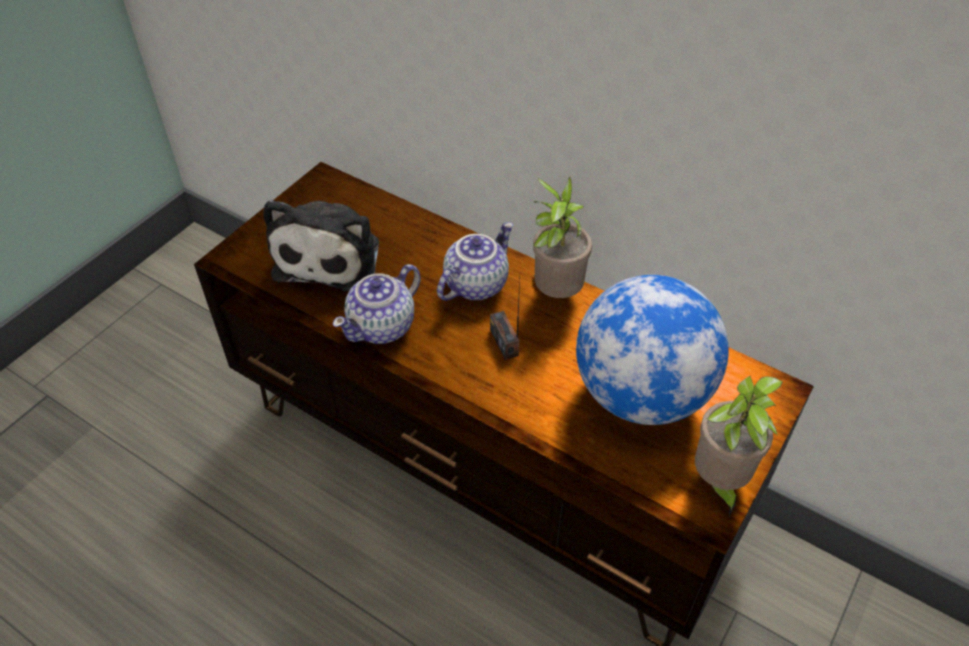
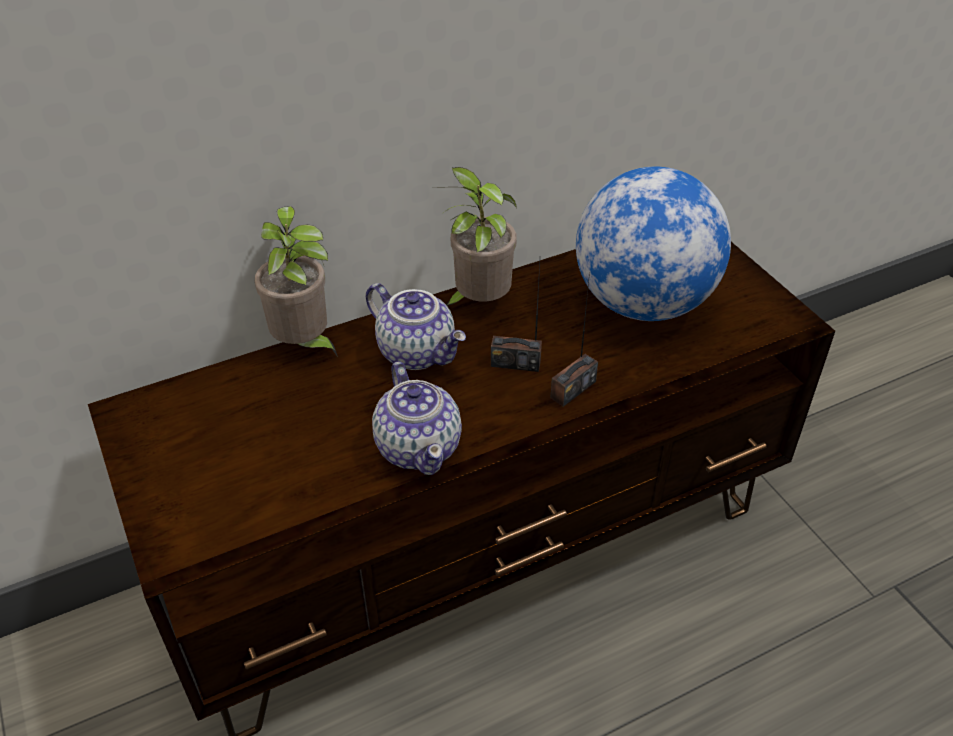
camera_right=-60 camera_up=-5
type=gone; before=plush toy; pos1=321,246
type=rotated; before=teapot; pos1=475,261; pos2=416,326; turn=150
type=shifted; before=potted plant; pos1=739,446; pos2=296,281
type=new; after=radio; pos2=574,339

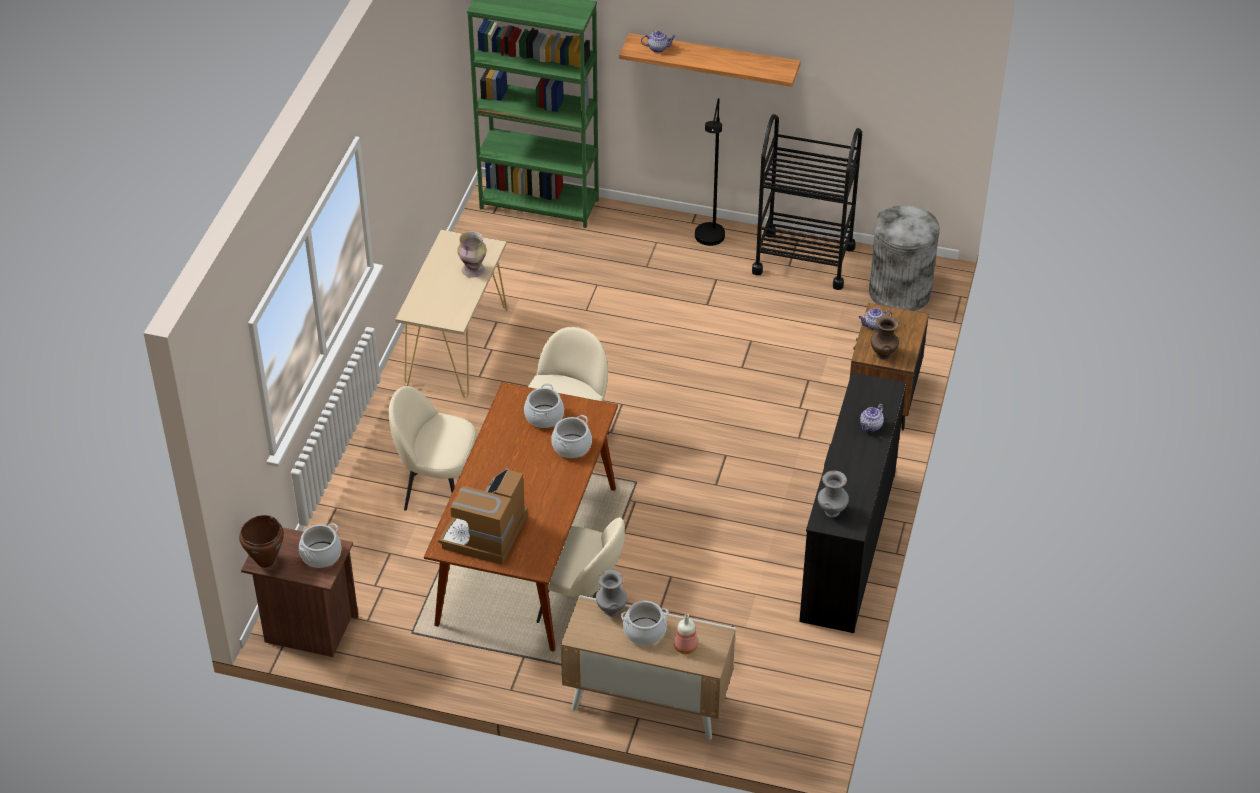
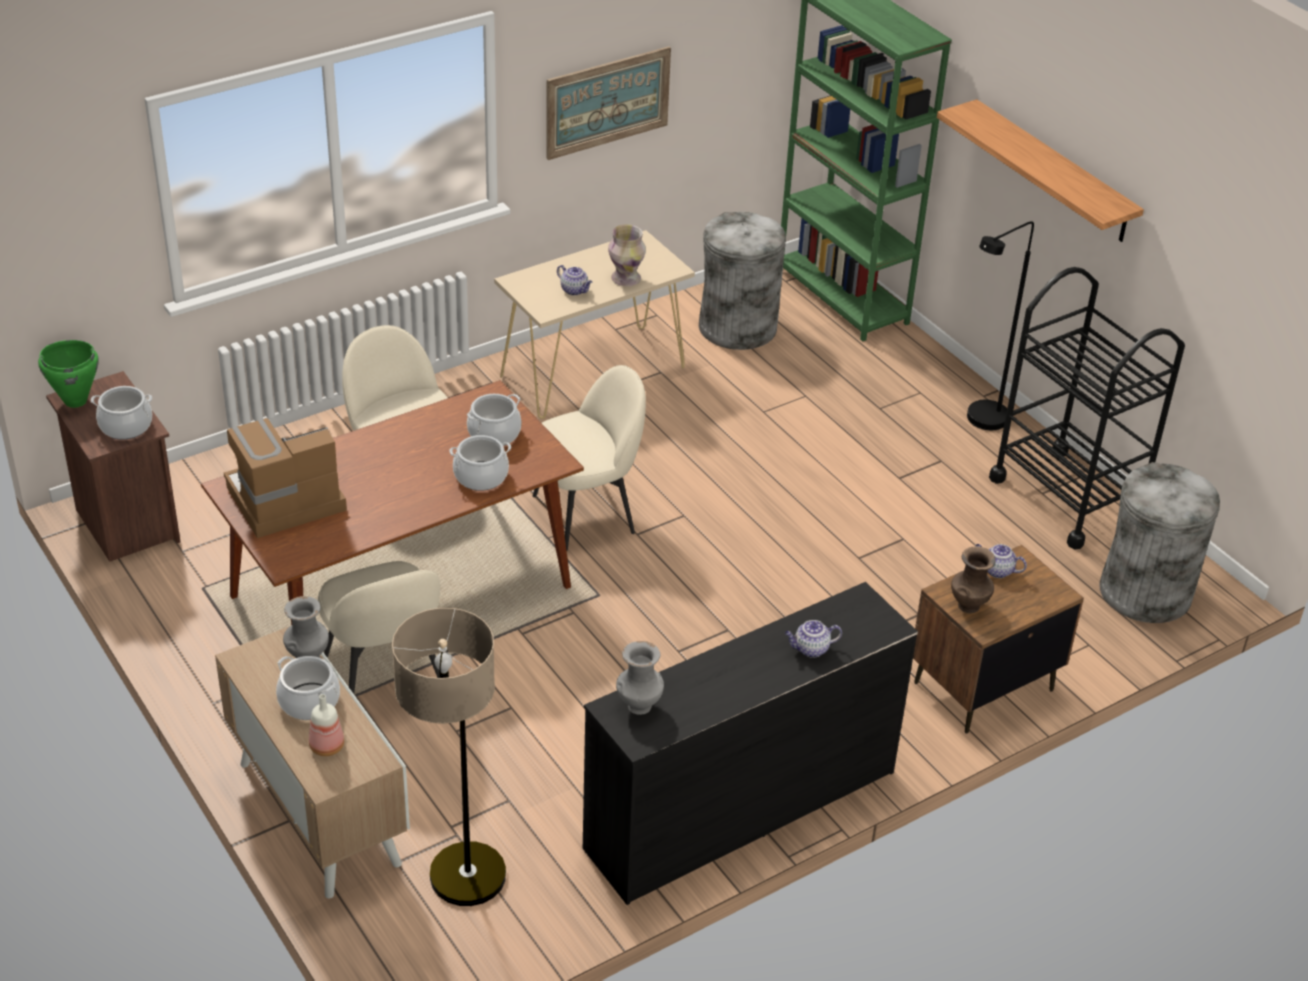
camera_right=40 camera_up=-5
type=shifted; before=teapot; pos1=658,42; pos2=574,280
type=repainted; before=cooking pot/brown; after=cooking pot/green; pos1=261,541; pos2=68,374
type=new; after=picture; pos2=608,103
type=new; after=trash can/grey; pos2=742,281
type=new; after=floor lamp; pos2=449,757

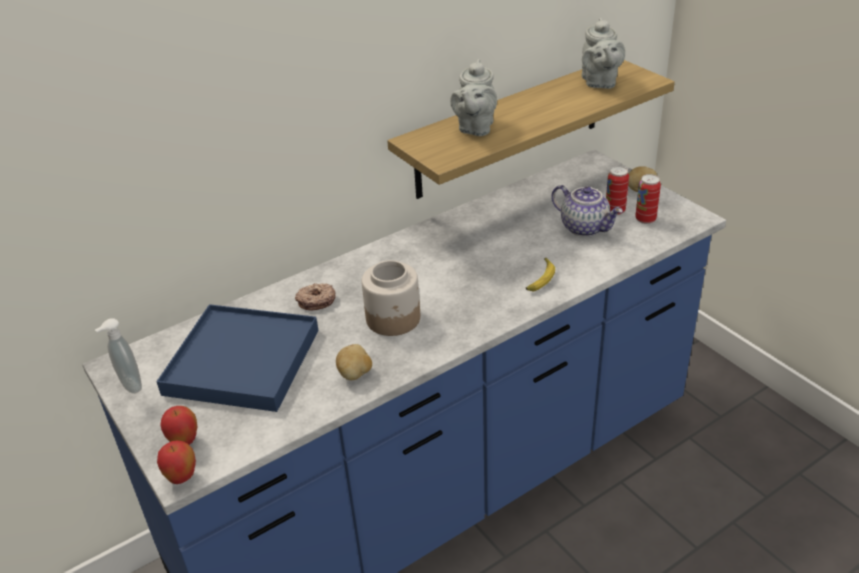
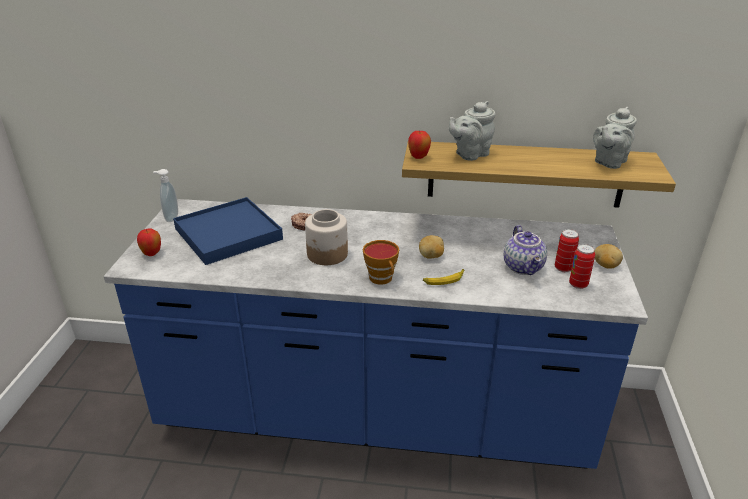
camera_right=40 camera_up=-5
type=shifted; before=potato; pos1=354,362; pos2=431,247
type=shifted; before=apple; pos1=176,462; pos2=419,144
type=new; after=cup; pos2=381,262

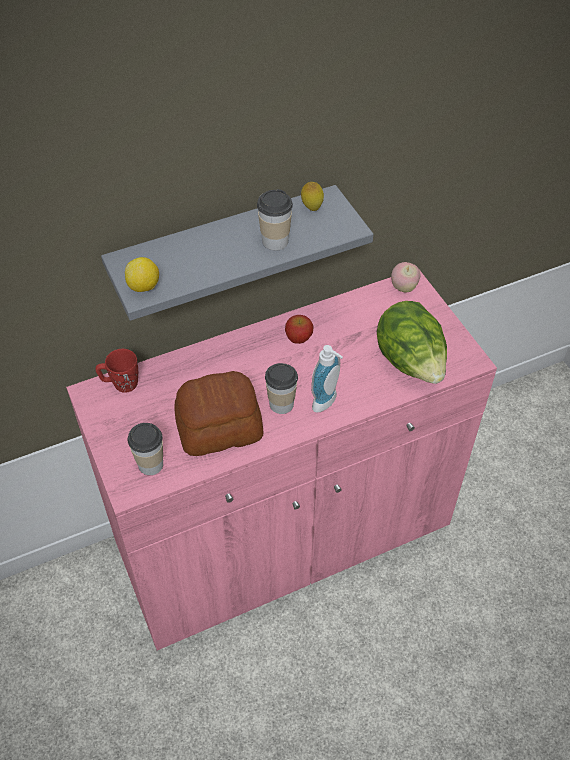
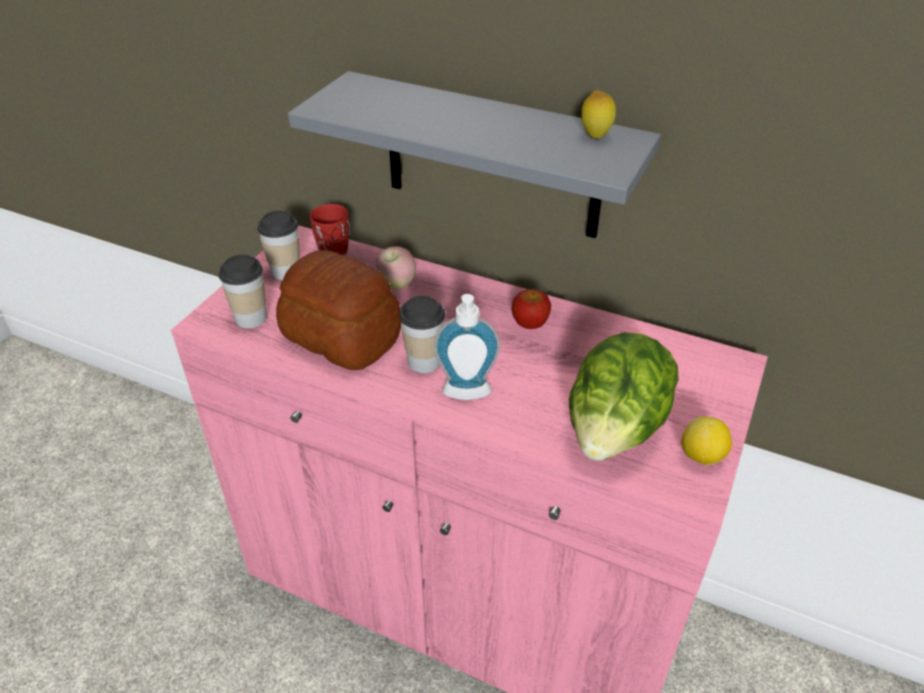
camera_right=50 camera_up=-10
type=shifted; before=cup; pos1=275,220; pos2=278,245
type=shifted; before=lemon; pos1=142,274; pos2=706,440
type=shifted; before=apple; pos1=406,277; pos2=396,268

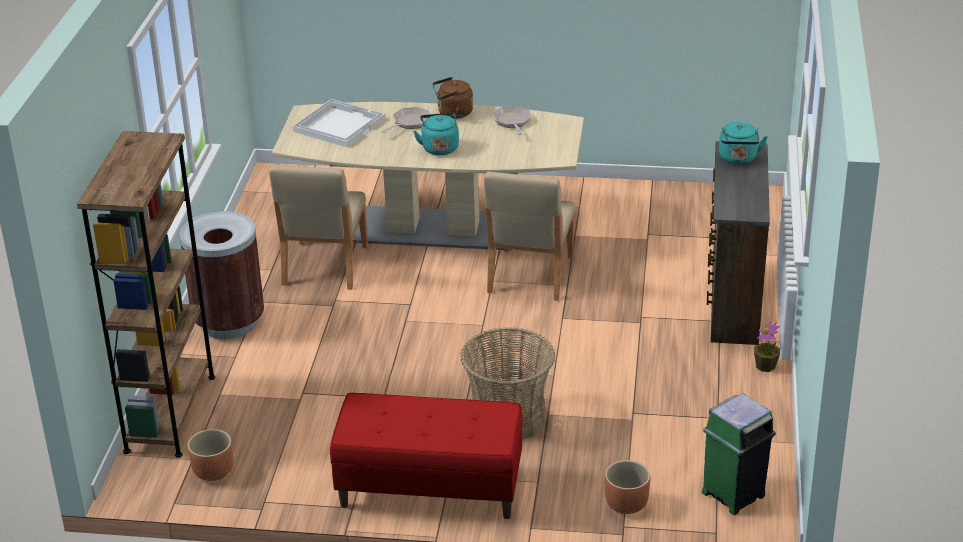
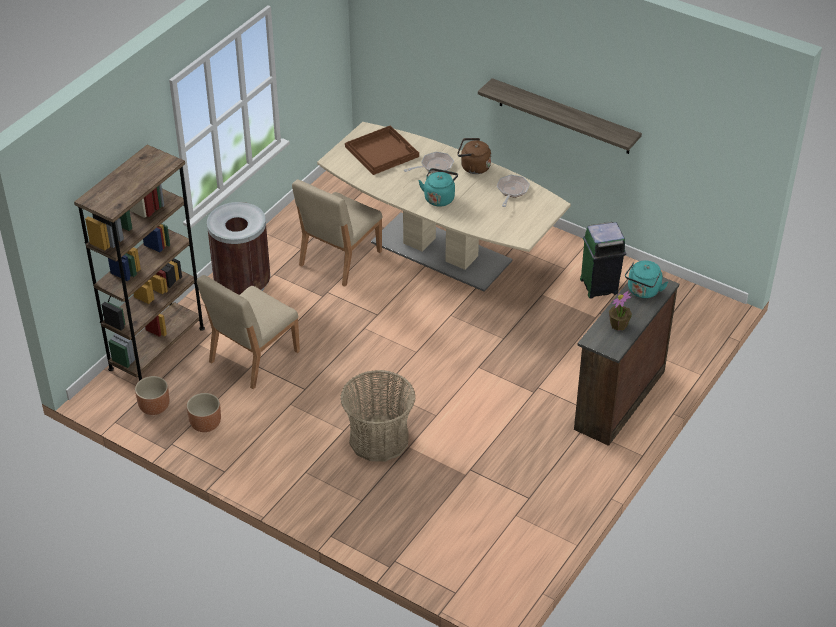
camera_right=25 camera_up=10
type=repainted; before=tray/white; after=tray/brown; pos1=339,123; pos2=382,150
type=shifted; before=chair/beige; pos1=529,236; pos2=248,332
type=shifted; before=potted plant; pos1=767,347; pos2=620,310
type=gone; before=bench/red; pos1=426,456
type=shifted; before=trash can/green; pos1=738,454; pos2=603,260
type=shifted; before=planter/brown; pos1=627,487; pos2=204,412
type=new; after=shelf; pos2=560,116

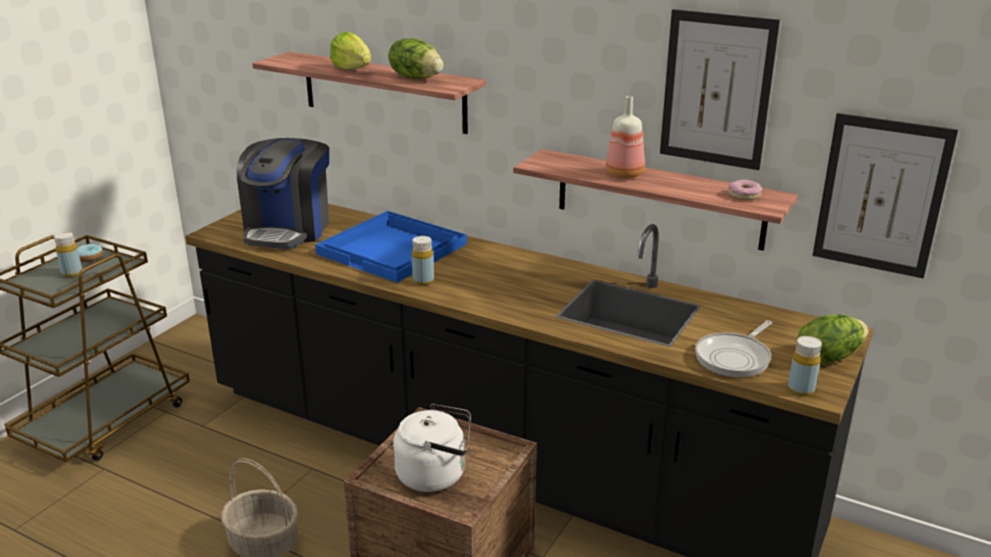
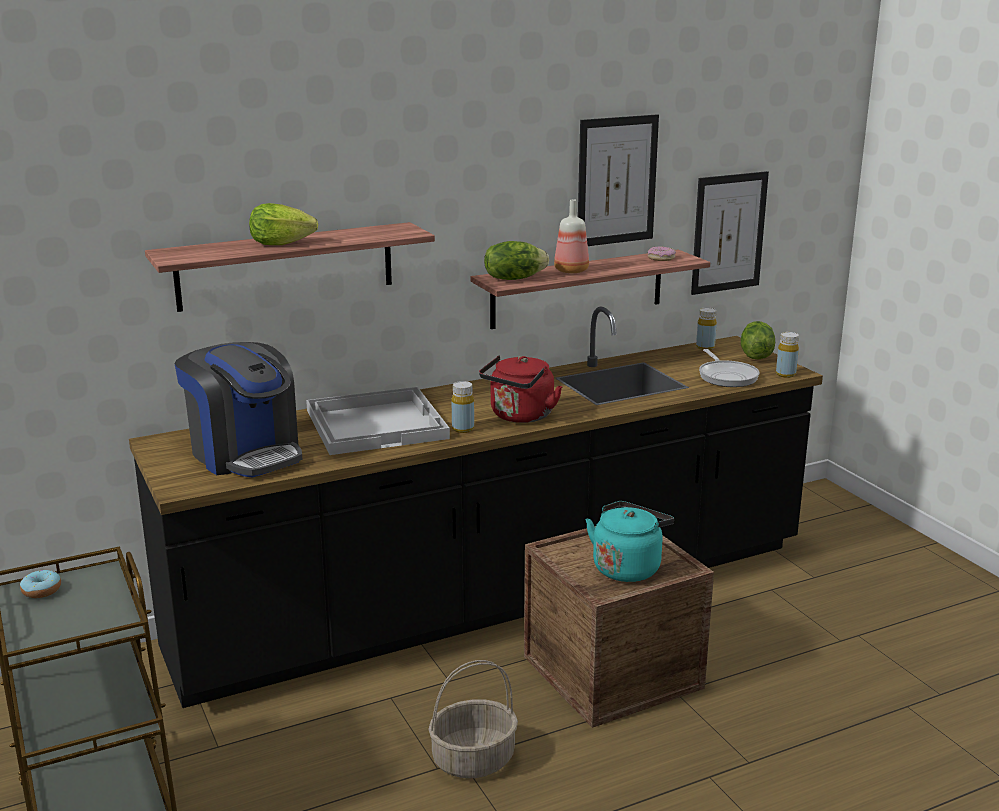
camera_right=-55 camera_up=-5
type=shifted; before=lettuce; pos1=415,58; pos2=516,260
type=repainted; before=tray/blue; after=tray/white; pos1=391,247; pos2=378,421
type=shifted; before=bottle/yellow; pos1=68,254; pos2=706,328
type=repainted; before=kettle/white; after=kettle/turquoise; pos1=432,448; pos2=630,541
type=new; after=kettle/red; pos2=520,389

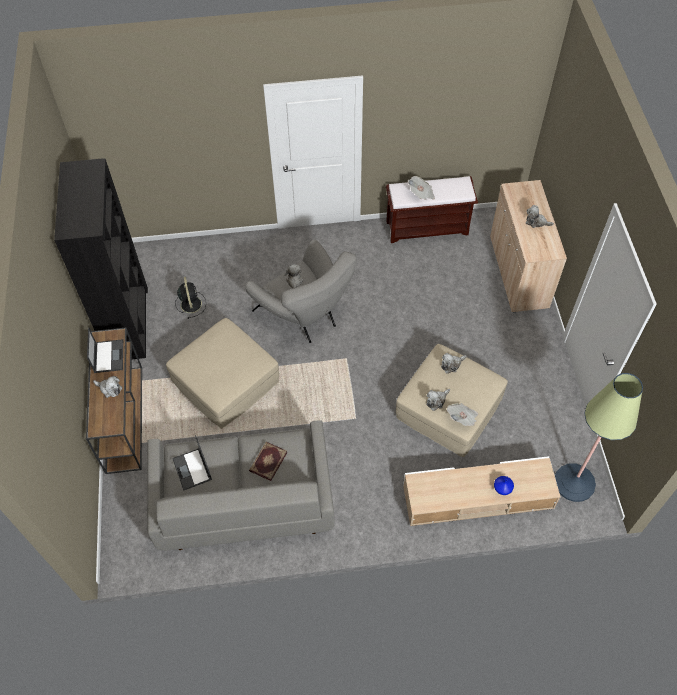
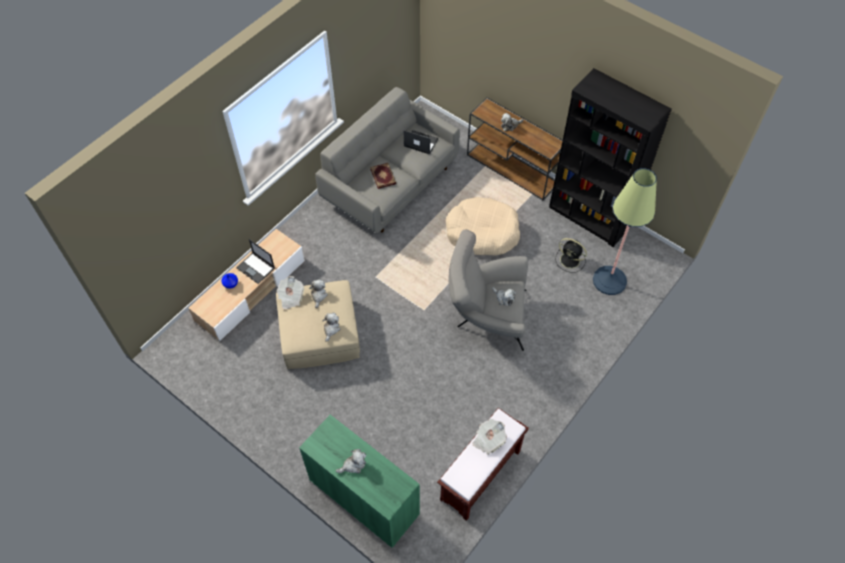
camera_right=135 camera_up=0
type=repainted; before=cabinet/beige; after=cabinet/green; pos1=528,246; pos2=359,481
type=swapped; before=ottoman/beige; after=dog bed/beige; pos1=222,373; pos2=483,226
type=shifted; before=laptop; pos1=105,350; pos2=255,261
type=shifted; before=floor lamp; pos1=599,437; pos2=625,231

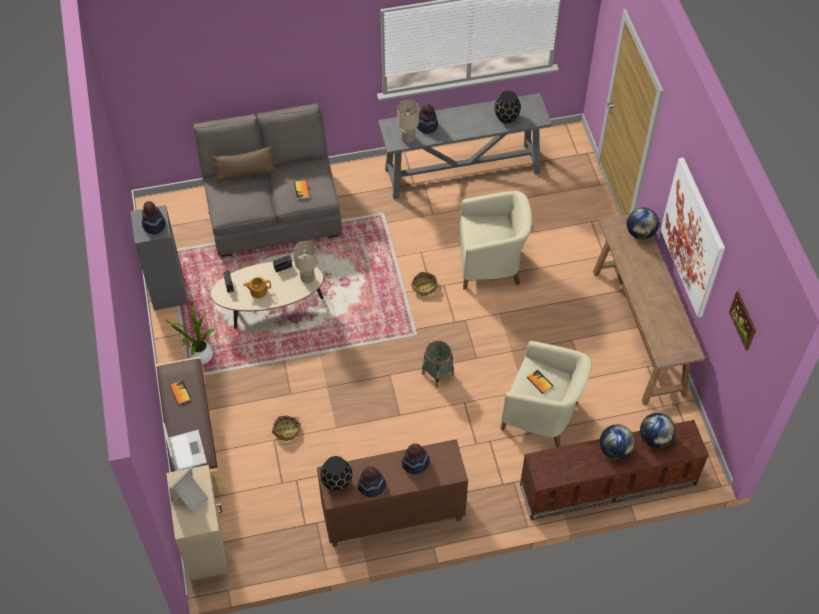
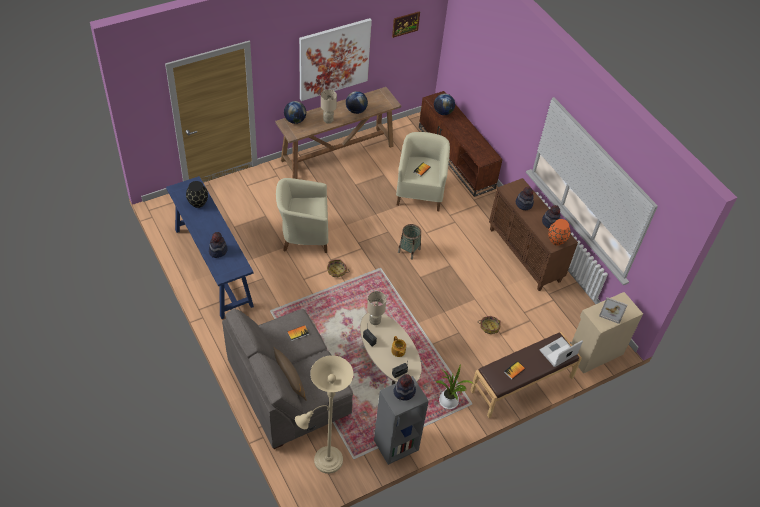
camera_right=-110 camera_up=-5
type=repainted; before=console table/grey; after=console table/blue; pos1=465,146; pos2=210,247
type=shifted; before=table lamp/beige; pos1=408,122; pos2=329,107
type=rotated; before=armchair/beige; pos1=495,240; pos2=302,215; turn=-75
type=shifted; before=globe; pos1=617,442; pos2=357,102
type=repainted; before=vase/black; after=vase/orange; pos1=336,473; pos2=559,232
type=new; after=floor lamp/beige; pos2=324,414

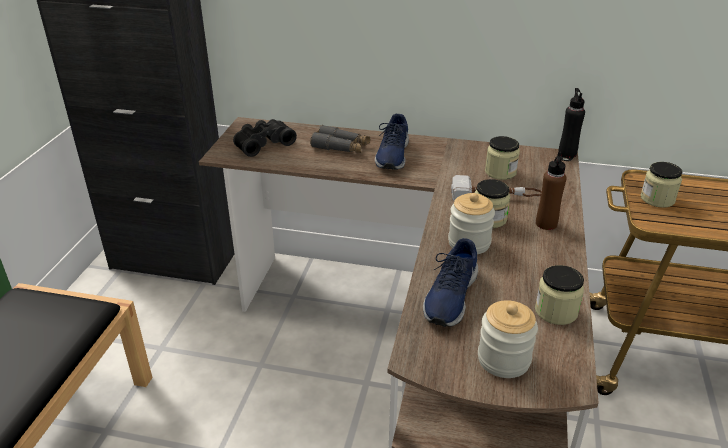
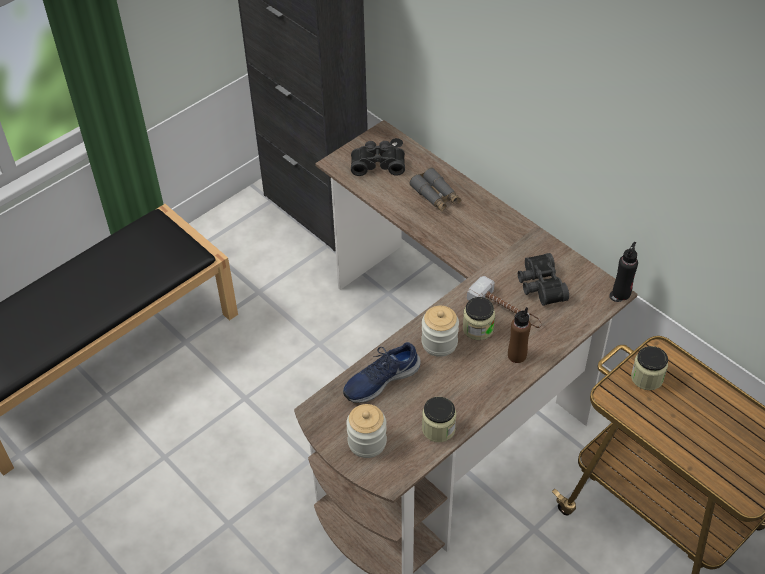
camera_right=35 camera_up=15
type=gone; before=shoe/blue; pos1=392,142
type=swapped; before=jar; after=binoculars/black; pos1=502,158; pos2=543,279

